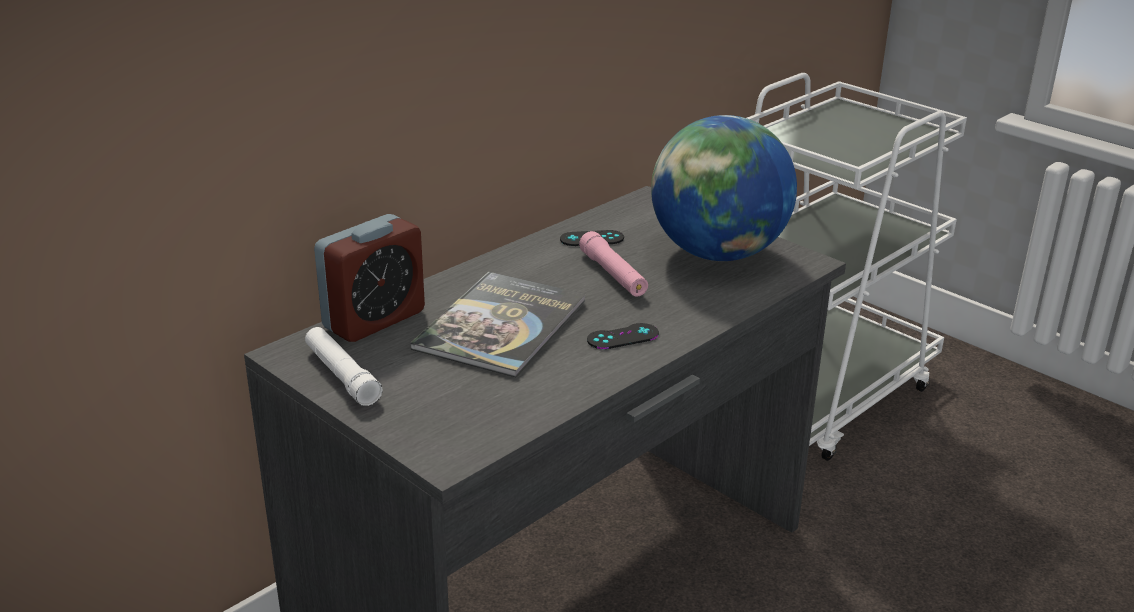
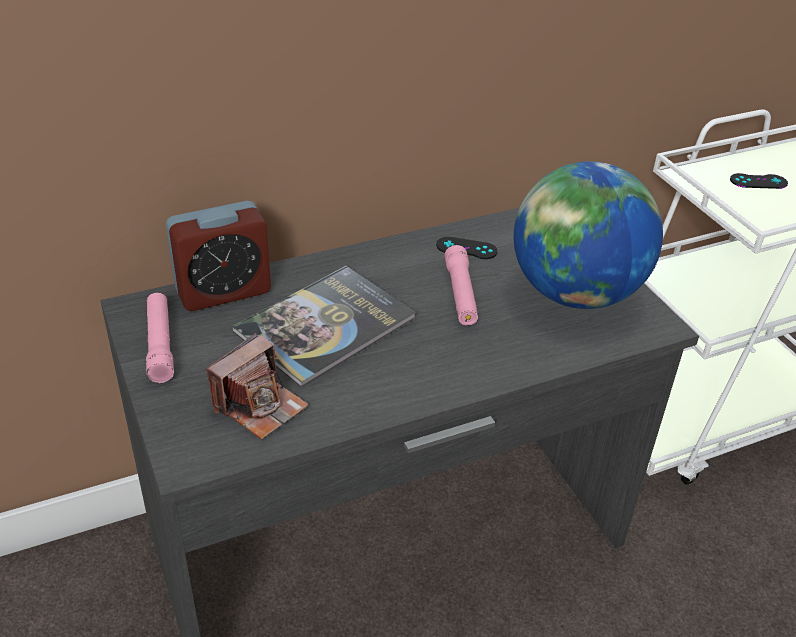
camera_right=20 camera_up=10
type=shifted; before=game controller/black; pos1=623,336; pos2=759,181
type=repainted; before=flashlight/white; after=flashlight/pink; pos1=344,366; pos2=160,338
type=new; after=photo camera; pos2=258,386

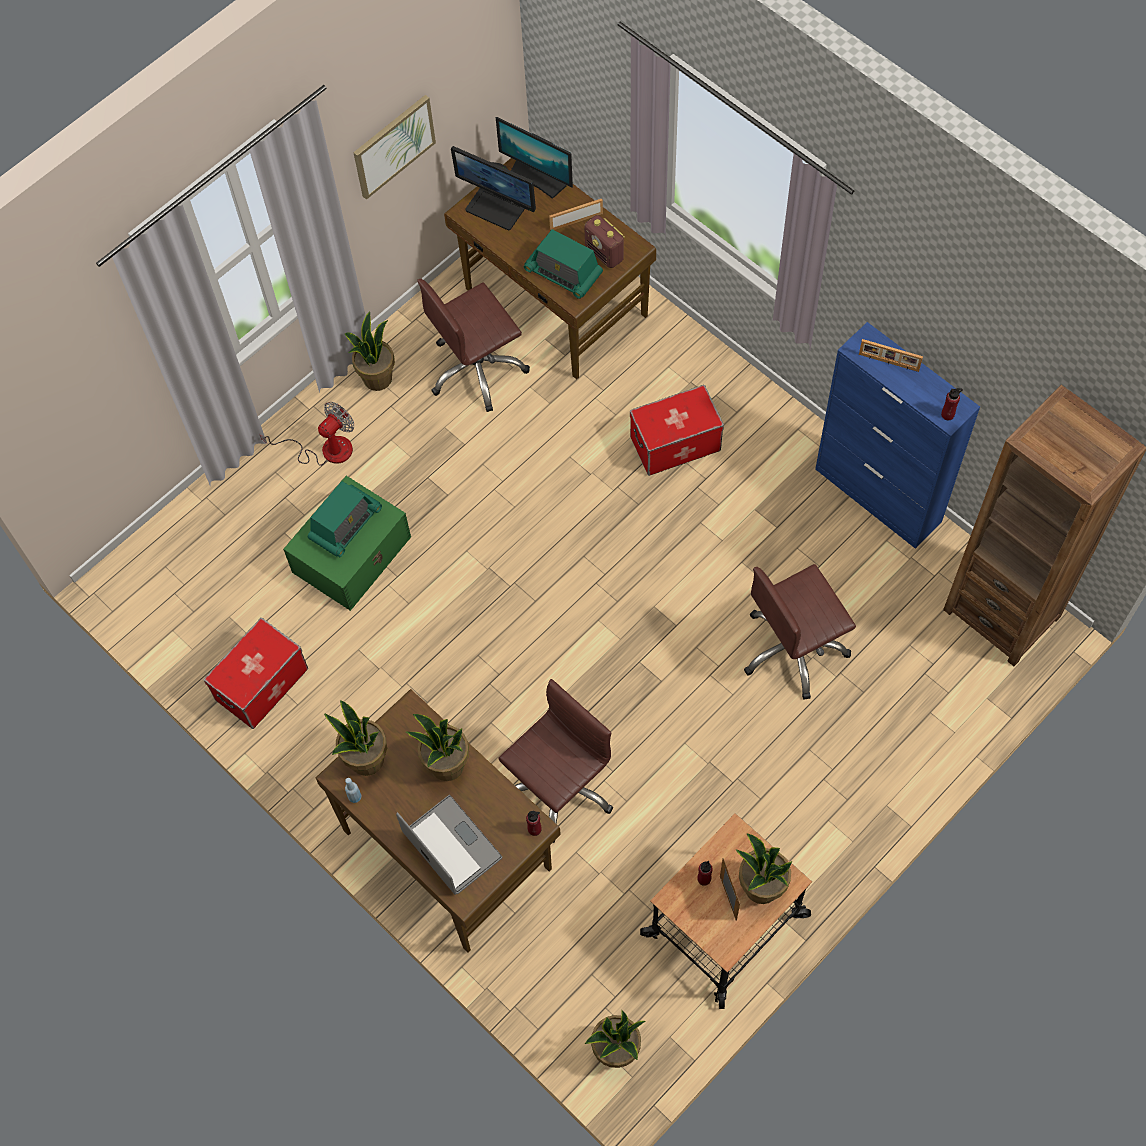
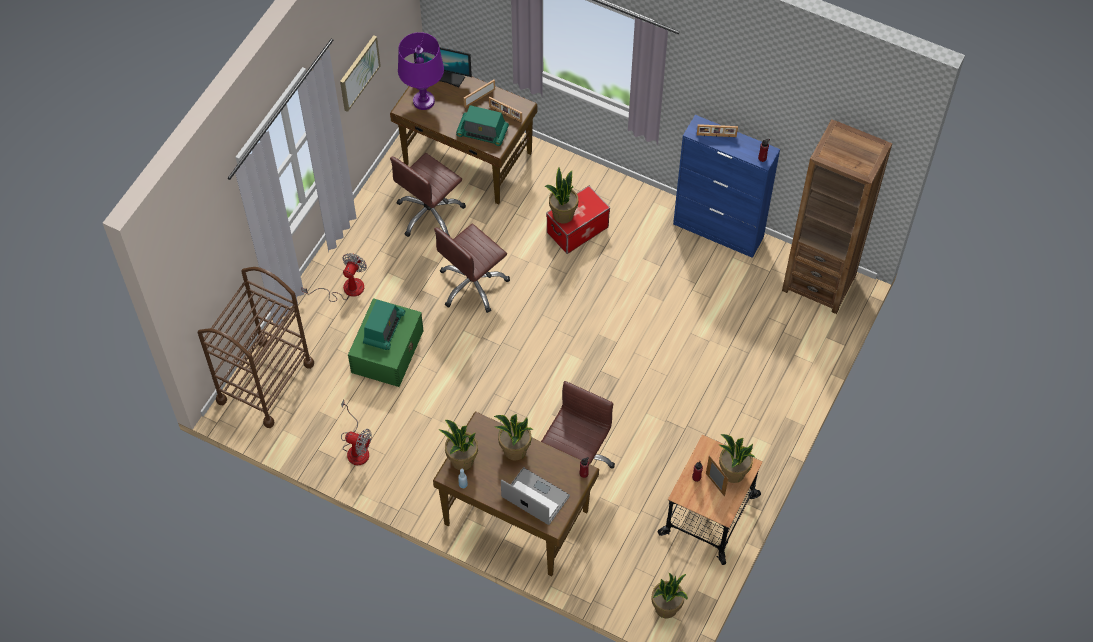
camera_right=-20 camera_up=-5
type=swapped; before=monitor; after=table lamp/purple; pos1=493,188; pos2=421,71
type=swapped; before=radio; after=picture frame; pos1=604,241; pos2=505,110
type=shifted; before=potted plant; pos1=370,351; pos2=561,196
type=shifted; before=office chair/brown; pos1=800,632; pos2=472,268
type=swapped; before=storage box; after=fan; pos1=256,673; pos2=356,432
type=new; after=cart/brown; pos2=256,347

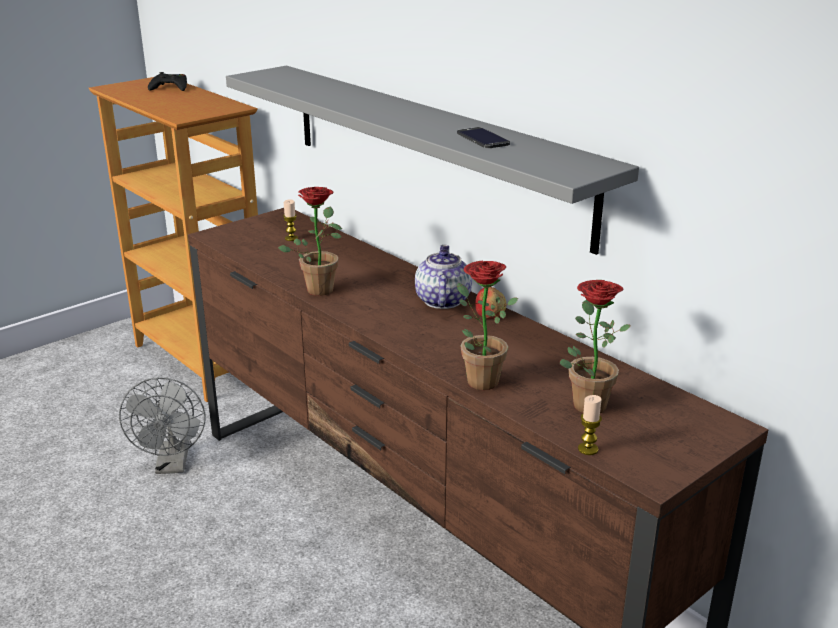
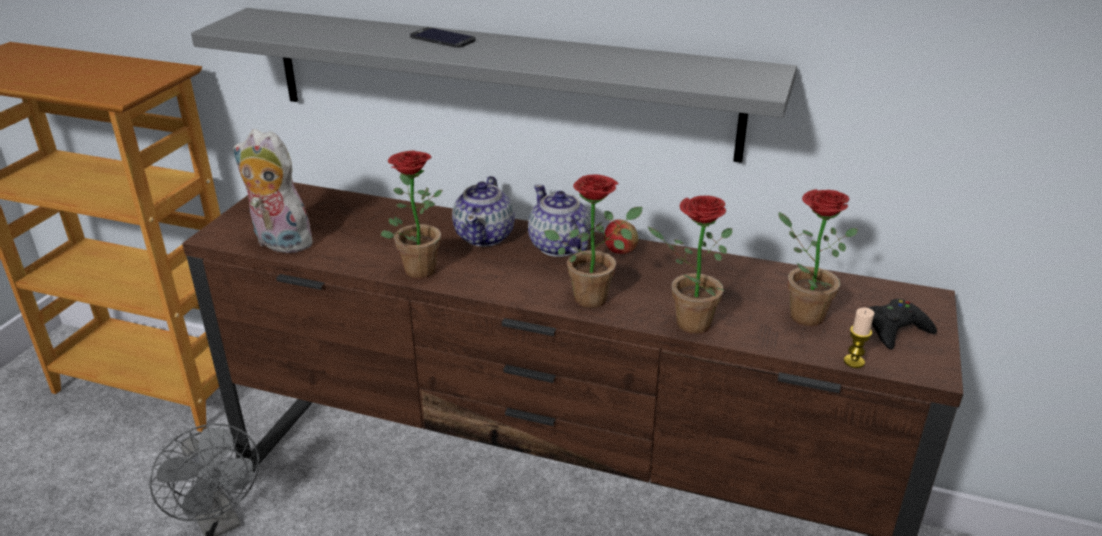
camera_right=-30 camera_up=5
type=shifted; before=game controller/black; pos1=167,81; pos2=903,324
type=shifted; before=phone; pos1=483,137; pos2=443,37
type=gone; before=candle; pos1=290,220
type=new; after=plush toy; pos2=276,191
type=new; after=potted plant; pos2=593,241
type=new; after=teapot; pos2=483,211

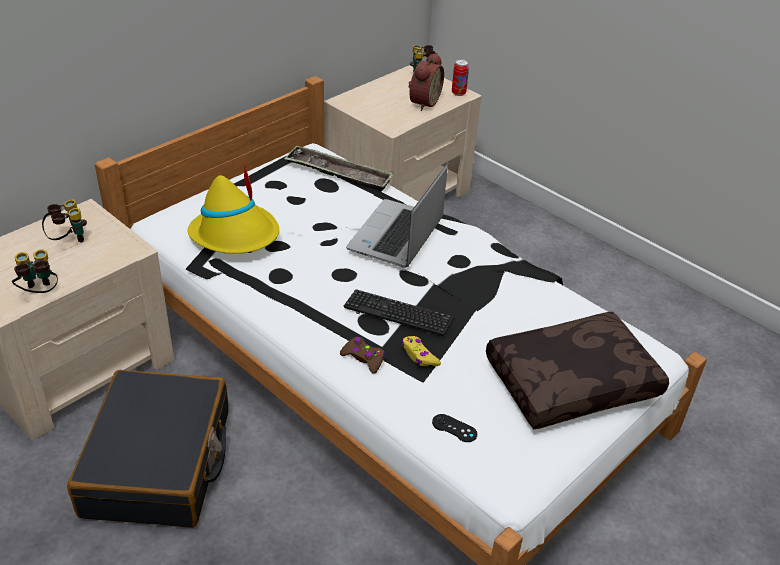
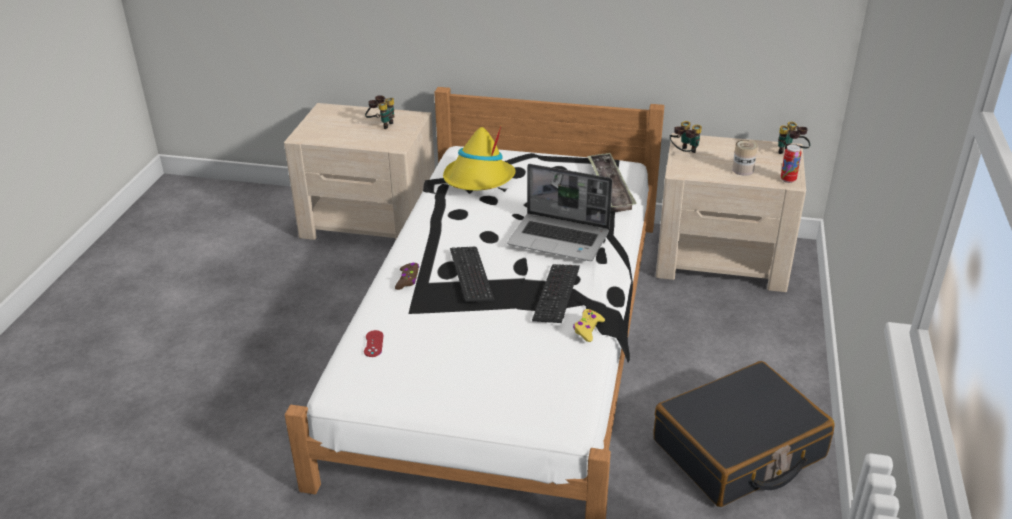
camera_right=60 camera_up=-5
type=swapped; before=alarm clock; after=can; pos1=426,82; pos2=745,158
type=rotated; before=laptop; pos1=397,216; pos2=559,212; turn=-150
type=shifted; before=binoculars; pos1=35,271; pos2=686,137
type=gone; before=pillow/brown; pos1=577,370
type=shifted; before=game controller/yellow; pos1=421,351; pos2=589,325
type=shifted; before=suitcase/black; pos1=148,449; pos2=744,434
type=repainted; before=game controller/black; after=game controller/red; pos1=454,428; pos2=374,343
type=new; after=keyboard; pos2=556,293

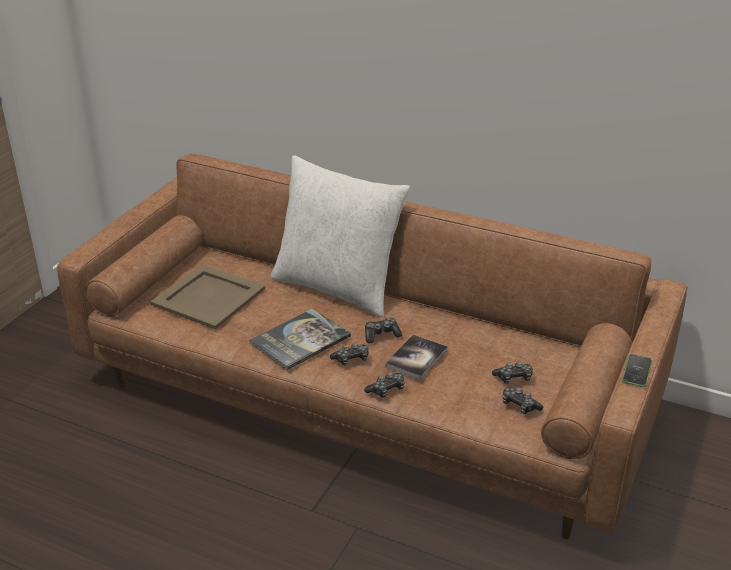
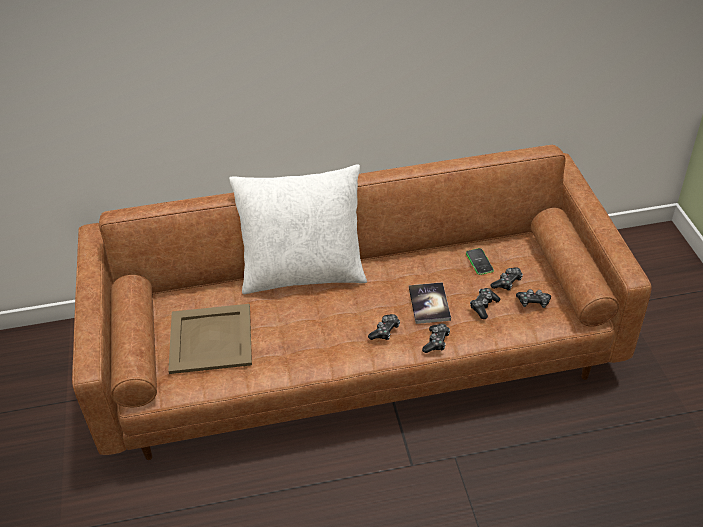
camera_right=-35 camera_up=10
type=gone; before=book; pos1=300,339
type=shifted; before=game controller; pos1=383,330; pos2=485,303
type=shifted; before=phone; pos1=637,370; pos2=480,261

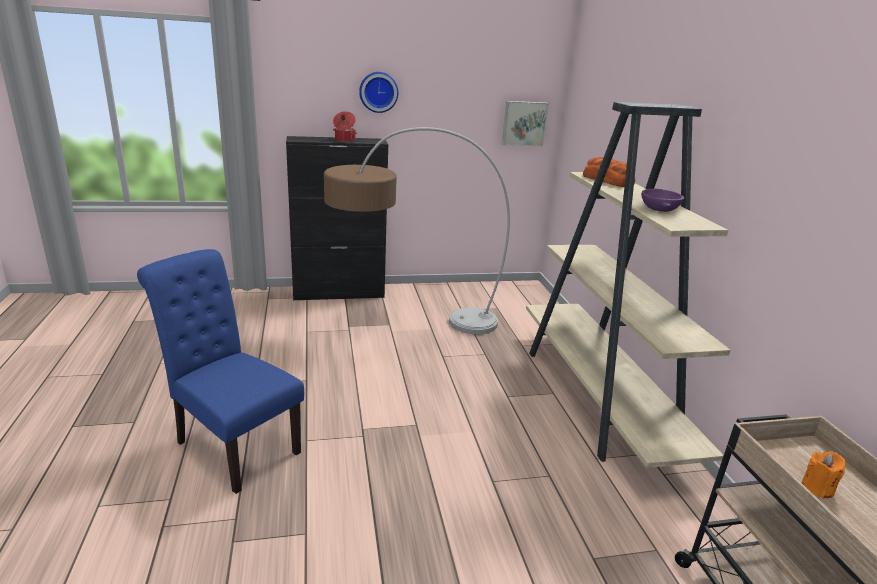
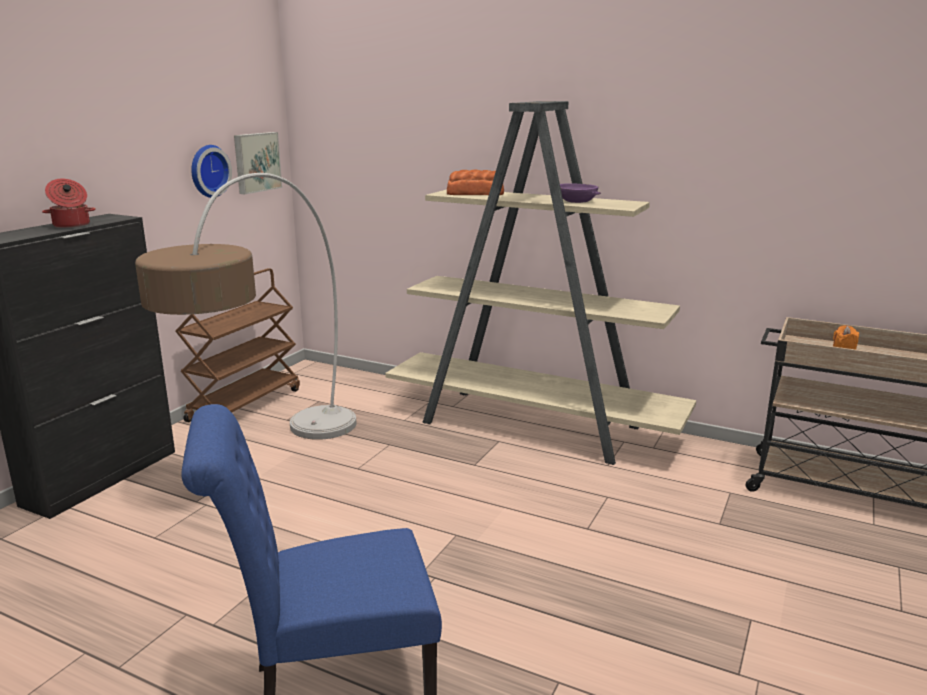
camera_right=-50 camera_up=-5
type=shifted; before=wall clock; pos1=378,92; pos2=211,171
type=new; after=cart/brown; pos2=237,345

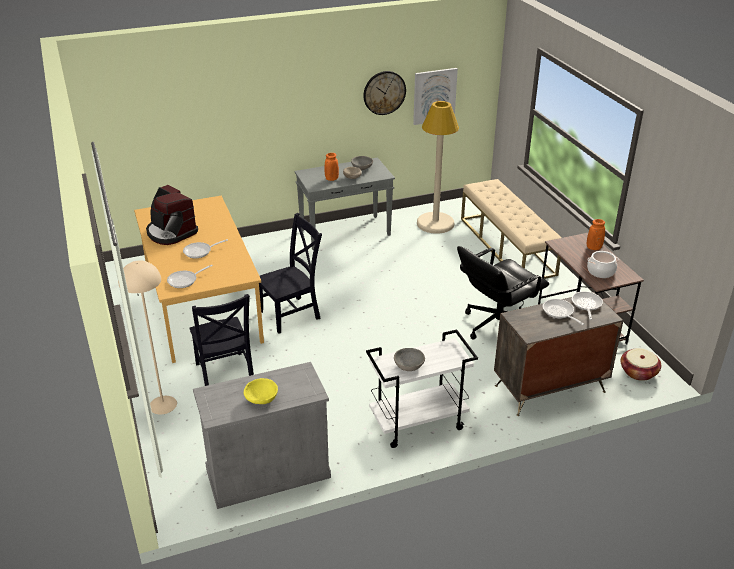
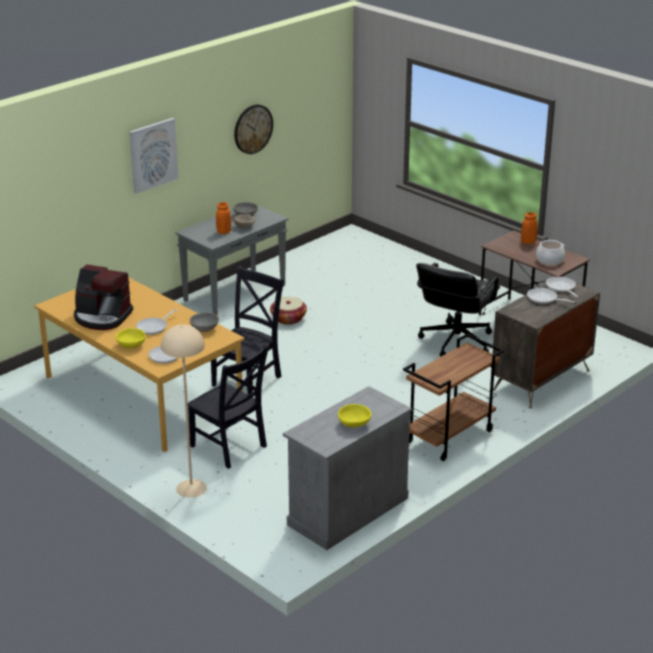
camera_right=-25 camera_up=-5
type=shifted; before=picture; pos1=435,96; pos2=154,156
type=gone; before=floor lamp/beige; pos1=438,167
type=gone; before=bench/beige; pos1=511,229
type=repainted; before=cart/white; after=cart/brown; pos1=422,389; pos2=453,397
type=shifted; before=bowl/grey; pos1=409,359; pos2=204,322
type=shifted; before=basket; pos1=641,364; pos2=288,311
type=new; after=bowl/yellow; pos2=130,338

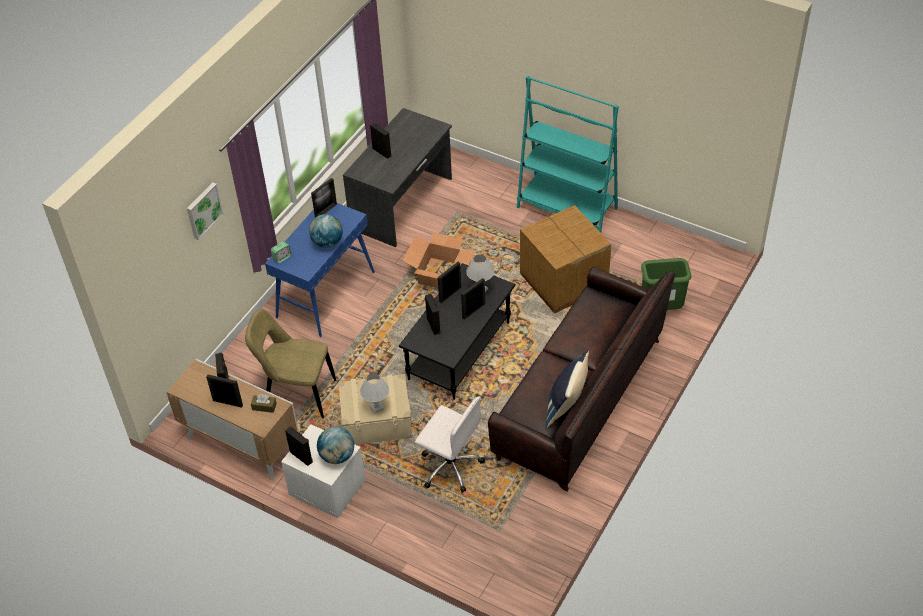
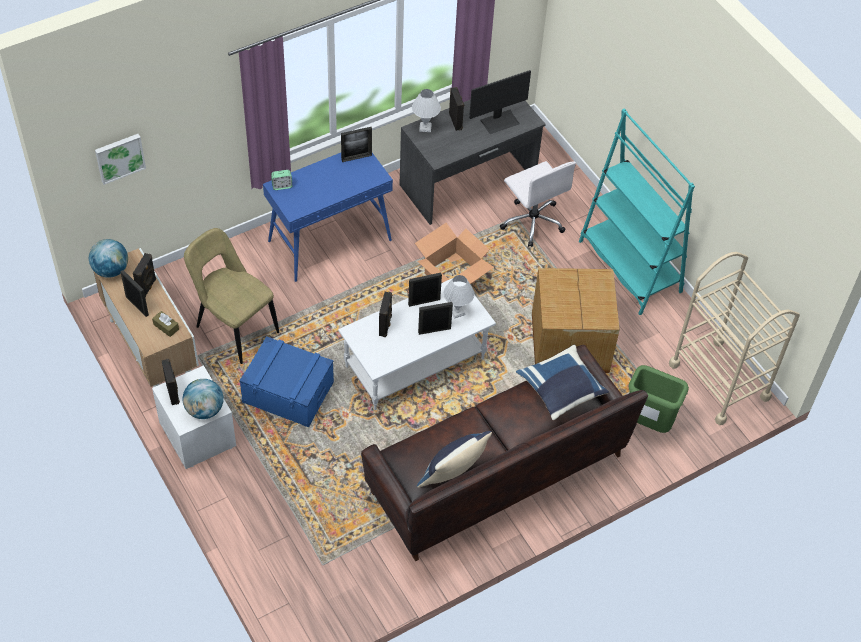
camera_right=25 camera_up=5
type=shifted; before=picture; pos1=205,211; pos2=120,159
type=shifted; before=globe; pos1=326,231; pos2=108,258
type=repainted; before=coffee table/black; after=coffee table/white; pos1=457,331; pos2=417,344
type=shifted; before=table lamp/white; pos1=374,393; pos2=426,110
type=repainted; before=storage box/beige; after=storage box/blue; pos1=375,409; pos2=286,381
type=shifted; before=office chair/white; pos1=449,445; pos2=538,204
type=new; after=monitor; pos2=500,102
type=new; after=cart/beige; pos2=734,338
type=new; after=pillow/blue; pos2=562,382

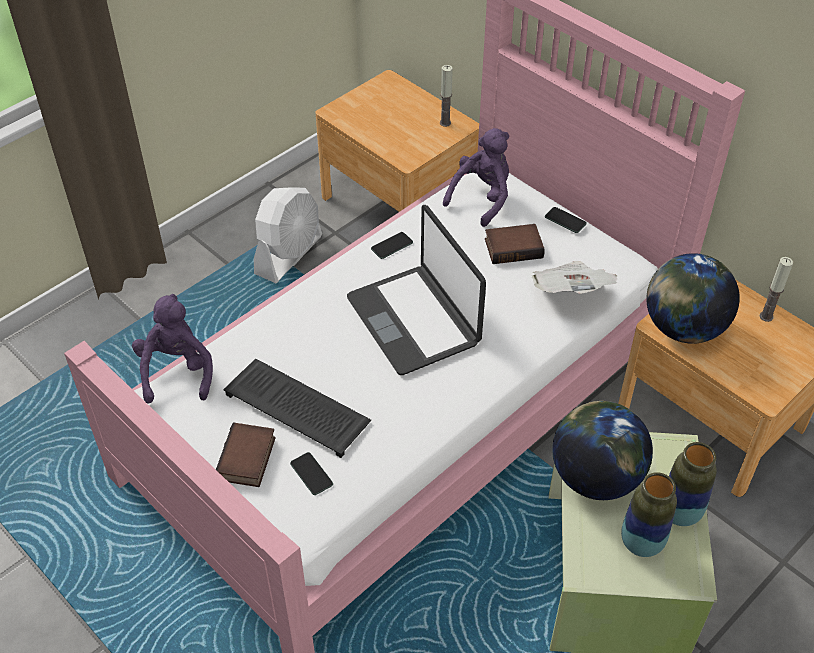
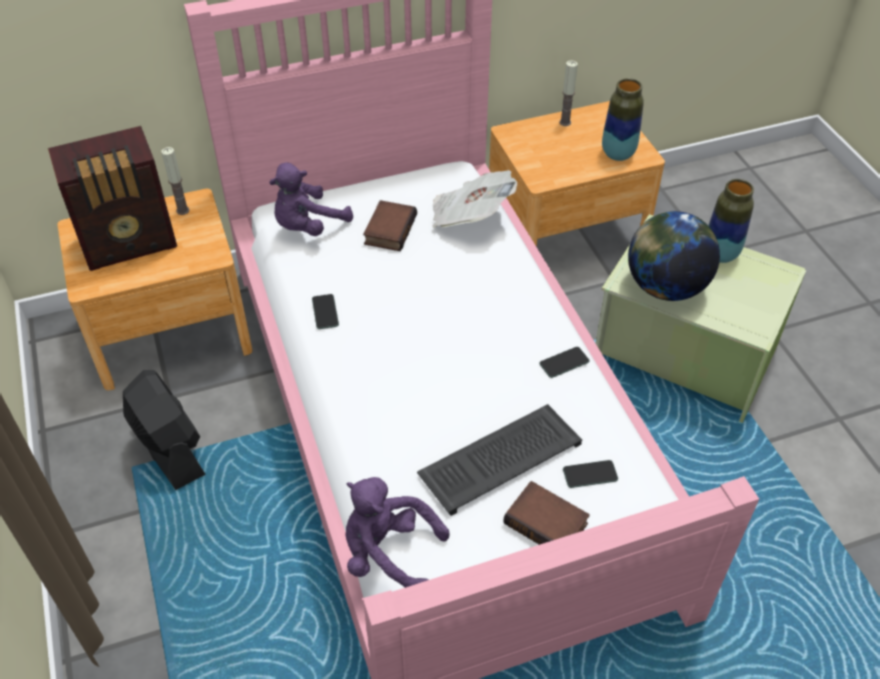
camera_right=-65 camera_up=0
type=rotated; before=plush toy/purple; pos1=476,177; pos2=311,199; turn=-105
type=repainted; before=fan/white; after=fan/black; pos1=288,235; pos2=164,430
type=gone; before=laptop; pos1=416,290
type=shifted; before=phone; pos1=566,220; pos2=564,362
type=gone; before=globe; pos1=693,298
type=shifted; before=vase; pos1=649,514; pos2=623,119
type=new; after=radio; pos2=112,198

